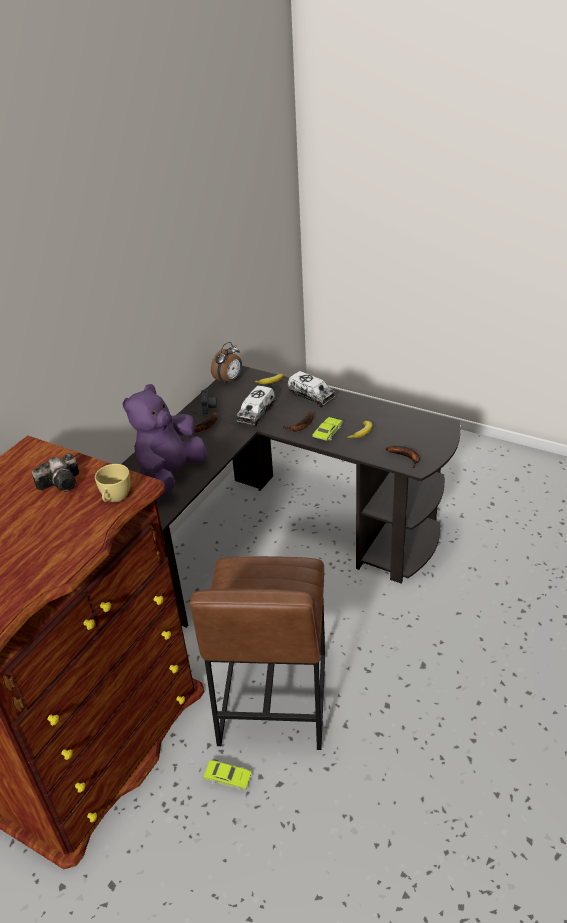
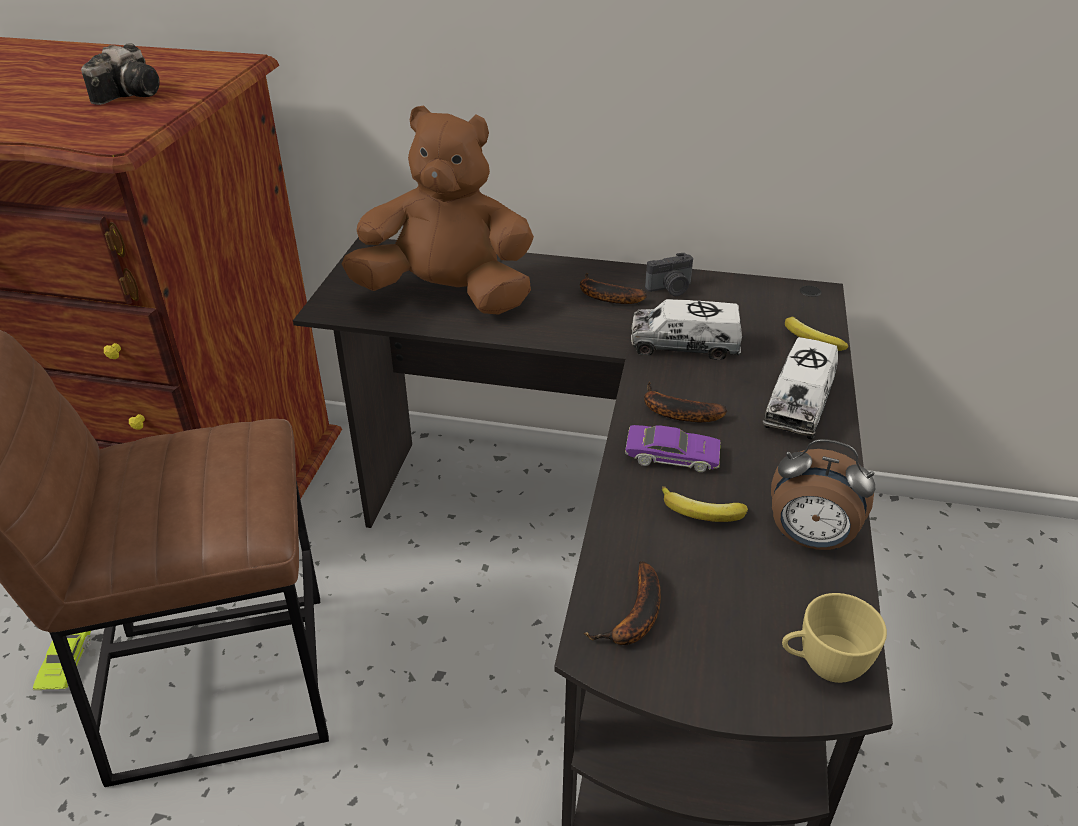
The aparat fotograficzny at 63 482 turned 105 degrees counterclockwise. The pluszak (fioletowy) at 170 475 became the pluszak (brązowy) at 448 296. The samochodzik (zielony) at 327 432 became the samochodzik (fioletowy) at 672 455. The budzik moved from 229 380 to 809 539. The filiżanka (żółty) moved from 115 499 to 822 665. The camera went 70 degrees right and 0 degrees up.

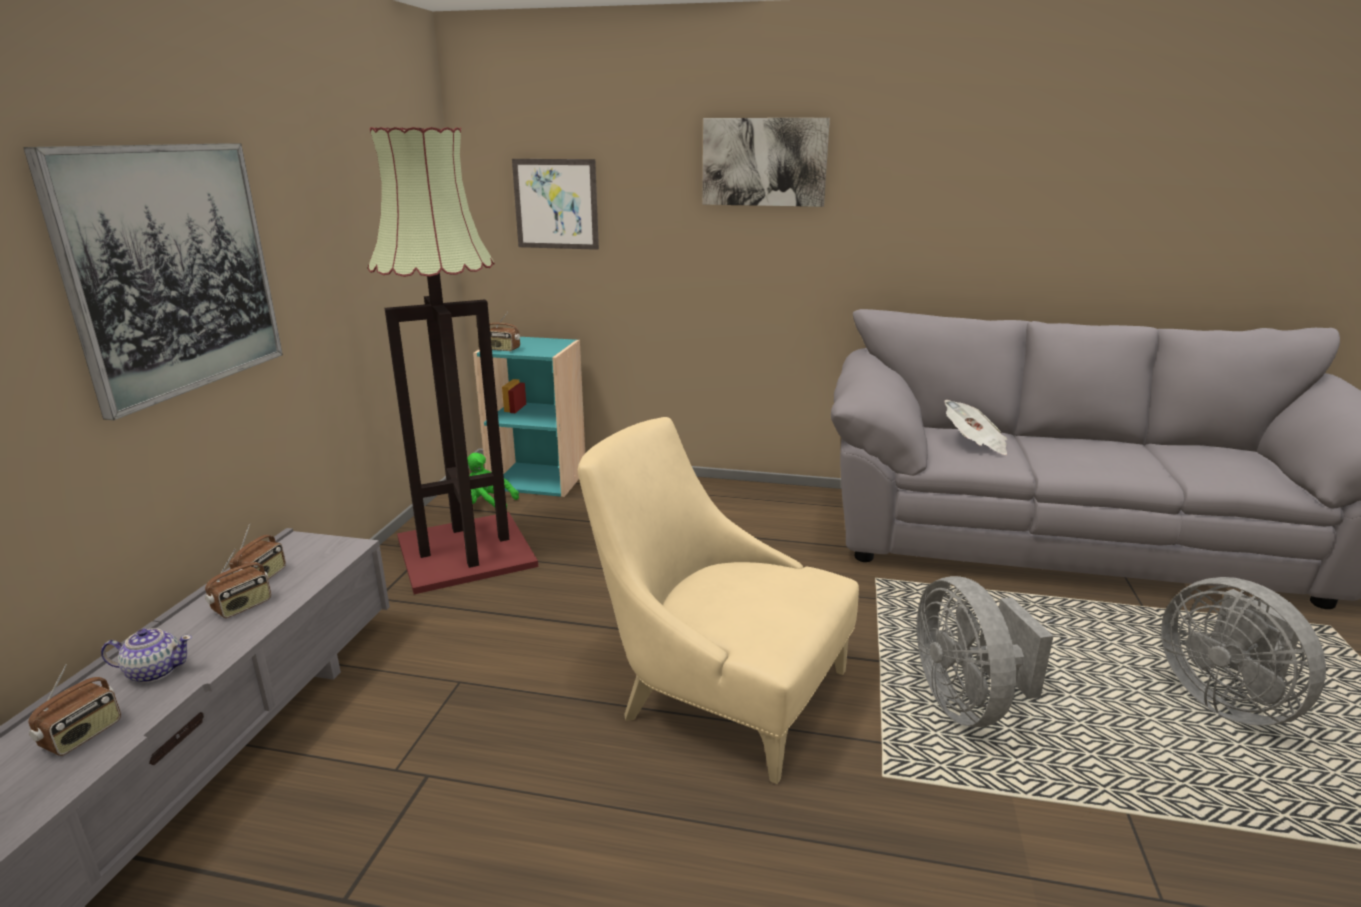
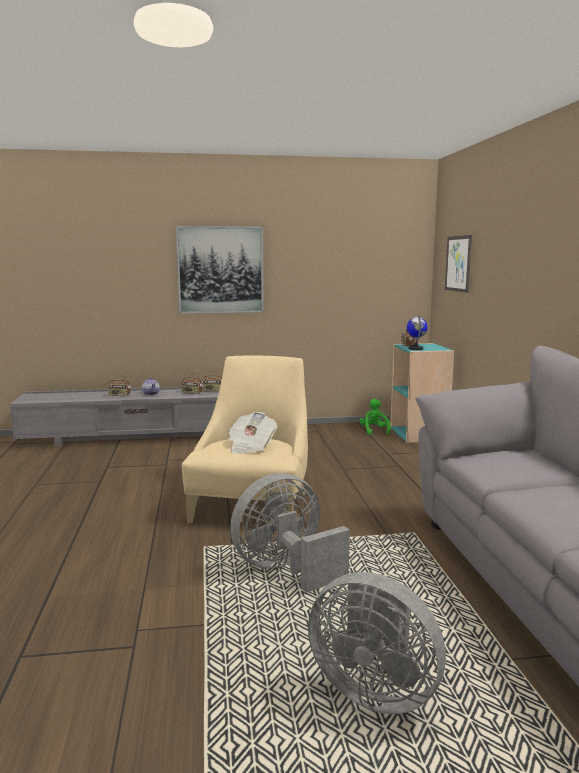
The gazeta moved from 975 444 to 250 446. The wentylator (szary) at 1225 700 turned 105 degrees counterclockwise. The globus at 415 349 appeared. The lampa stojąca at 467 551 disappeared. The obraz at 764 162 disappeared. The camera went 70 degrees right and 10 degrees down.

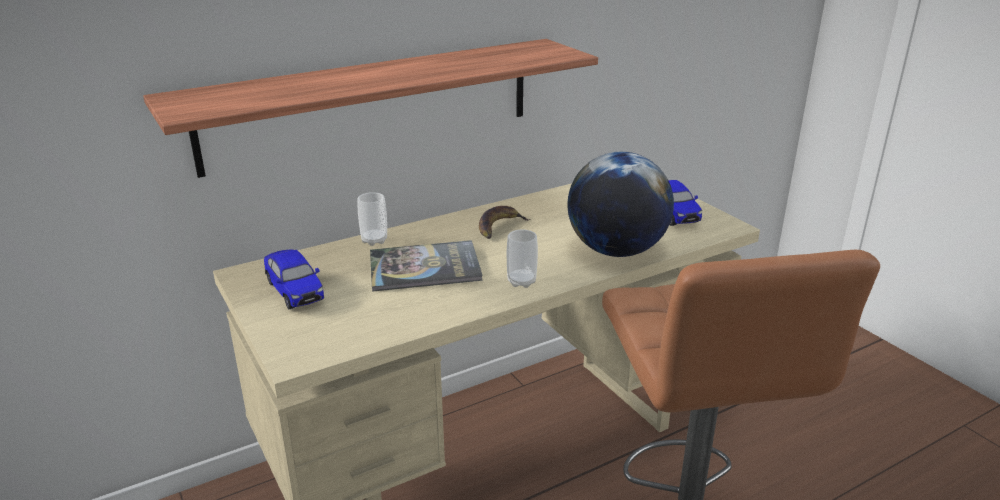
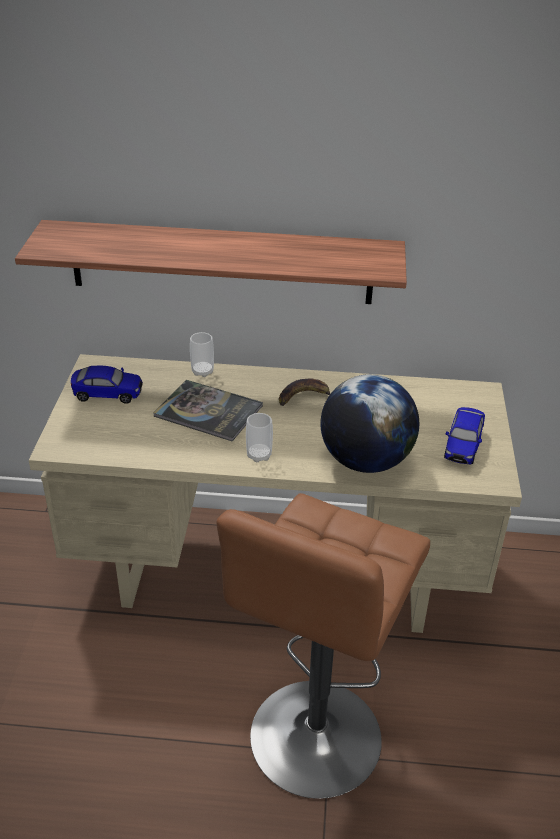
The samochodzik at 295 292 turned 90 degrees counterclockwise. The camera went 35 degrees right and 10 degrees up.

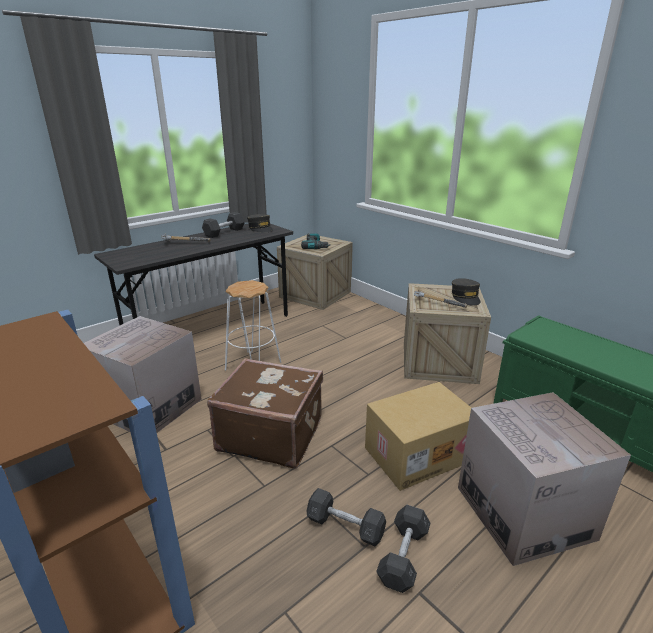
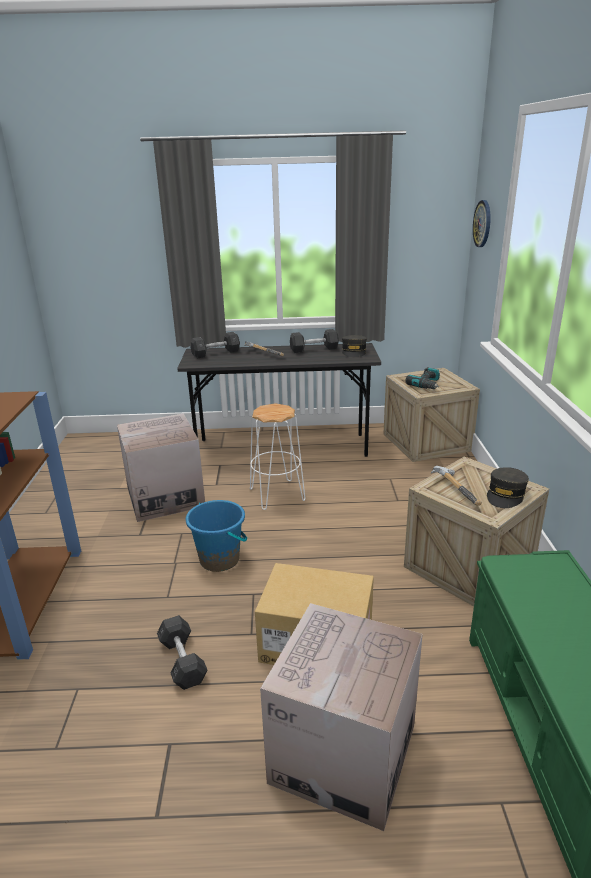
The walizka (brązowy) at 271 434 was replaced by the wiadro (niebieski) at 220 559. The hantel (szary) moved from 403 556 to 216 353. The zegar ścienny at 482 223 appeared. The camera went 40 degrees right and 0 degrees up.

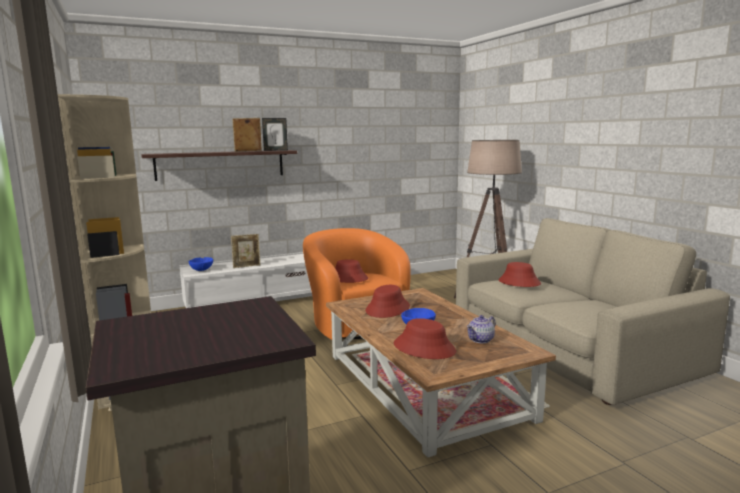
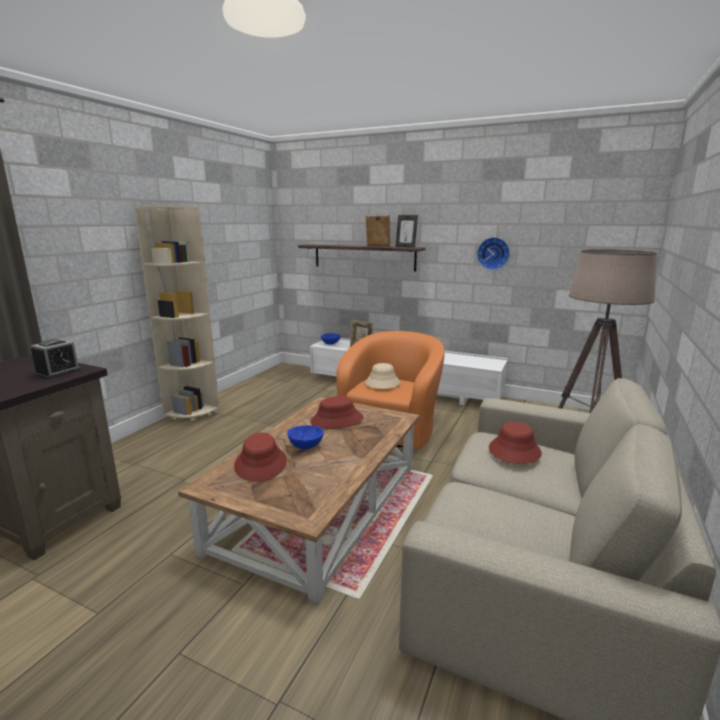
The budzik at 58 372 appeared. The kapelusz (czerwony) at 348 279 became the kapelusz (beżowy) at 382 383. The zegar ścienny at 493 253 appeared. The imbryk at 481 340 disappeared. The camera went 50 degrees right and 5 degrees up.

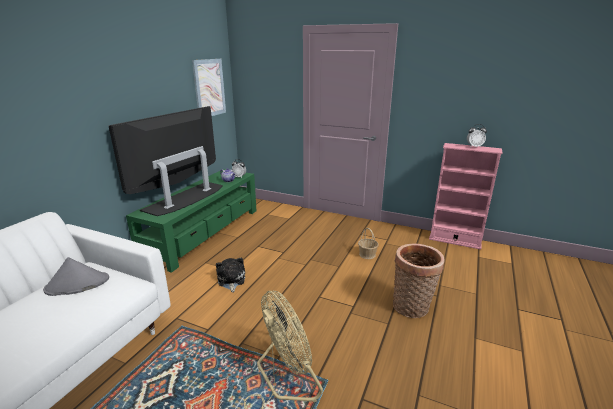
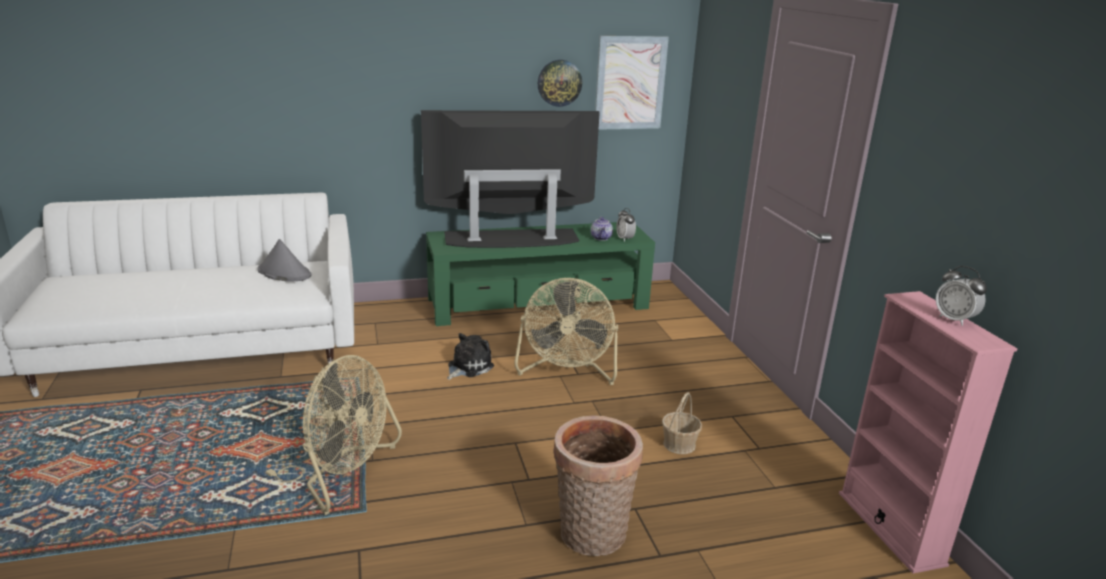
The wentylator (beżowy) at 564 369 appeared. The zegar ścienny at 559 83 appeared. The camera went 50 degrees right and 0 degrees up.

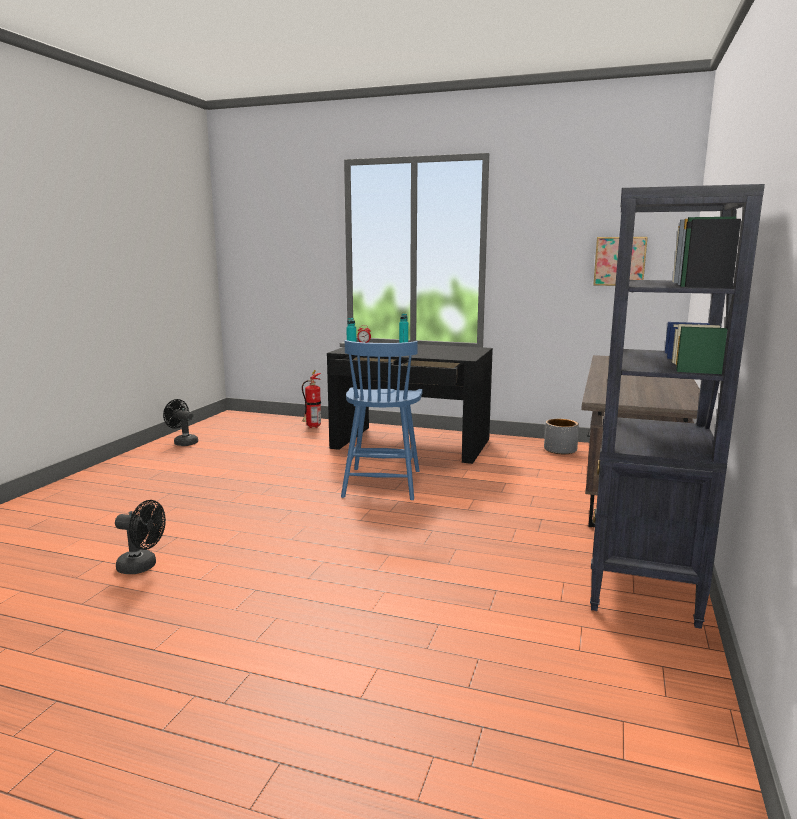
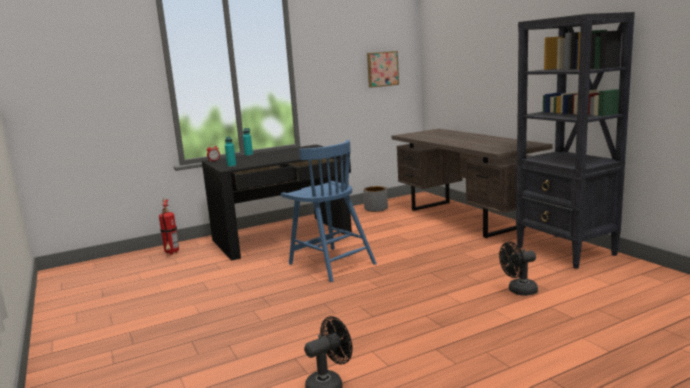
The wentylator (czarny) moved from 183 442 to 518 291. The camera went 45 degrees left and 0 degrees up.

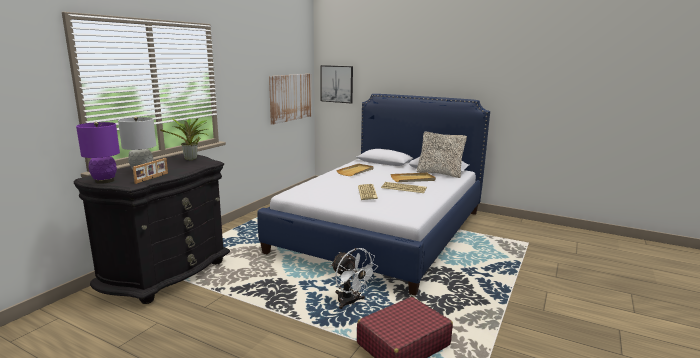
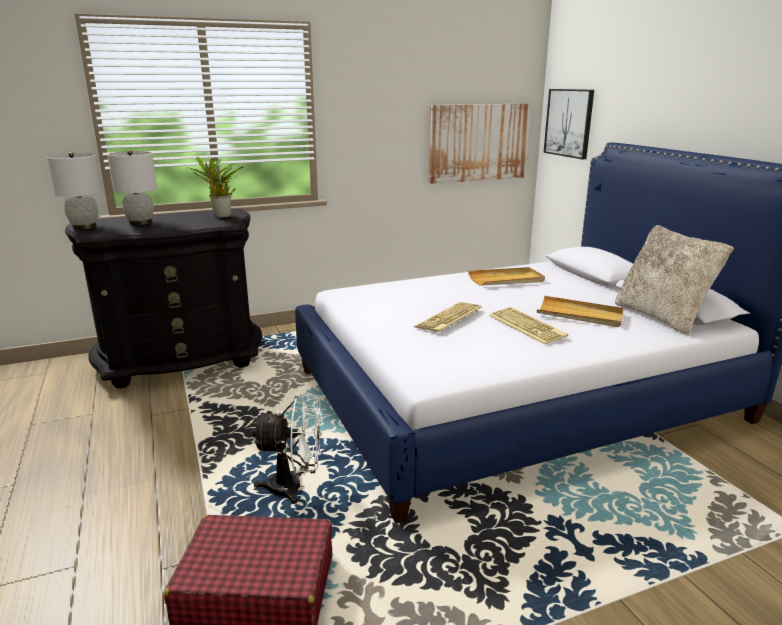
The lampa stołowa (fioletowy) at 104 181 became the lampa stołowa (biały) at 84 227. The wentylator (biały) at 350 303 turned 90 degrees counterclockwise. The ramka na zdjęcie at 152 178 disappeared. The camera went 40 degrees right and 5 degrees up.

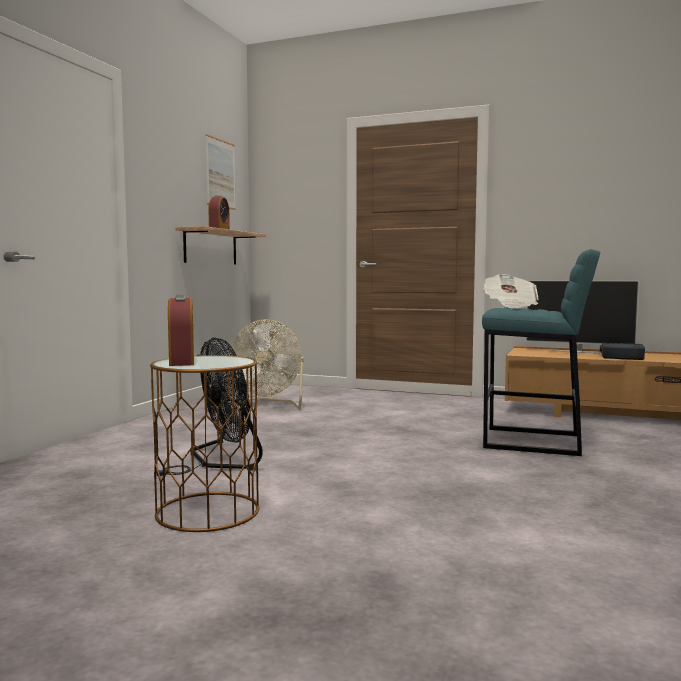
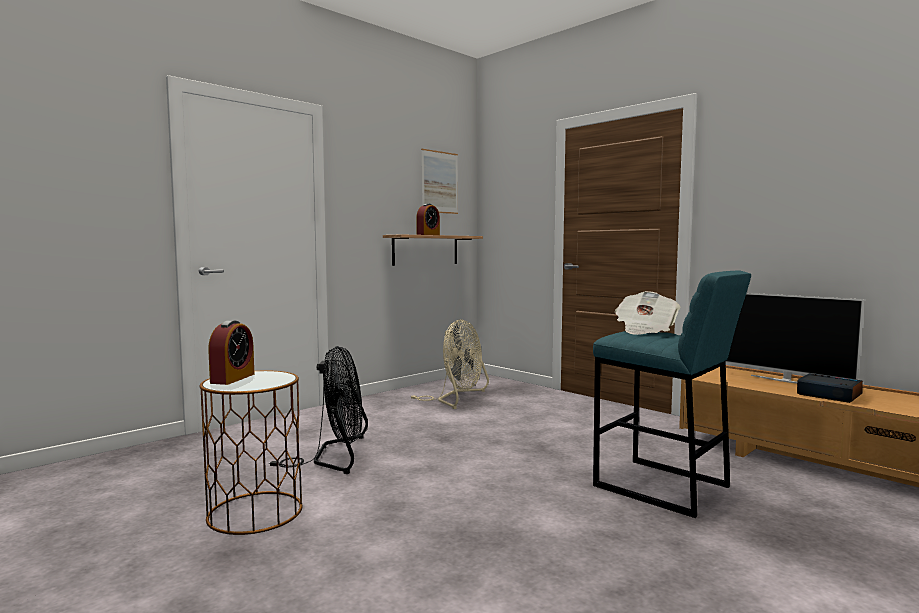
The wentylator (beżowy) at 266 403 turned 105 degrees counterclockwise. The camera went 25 degrees right and 0 degrees up.

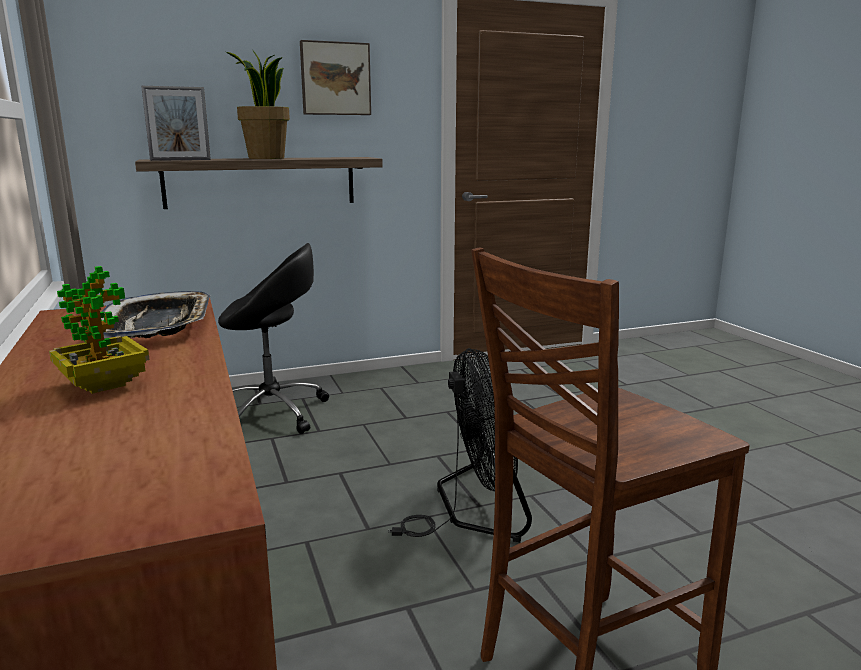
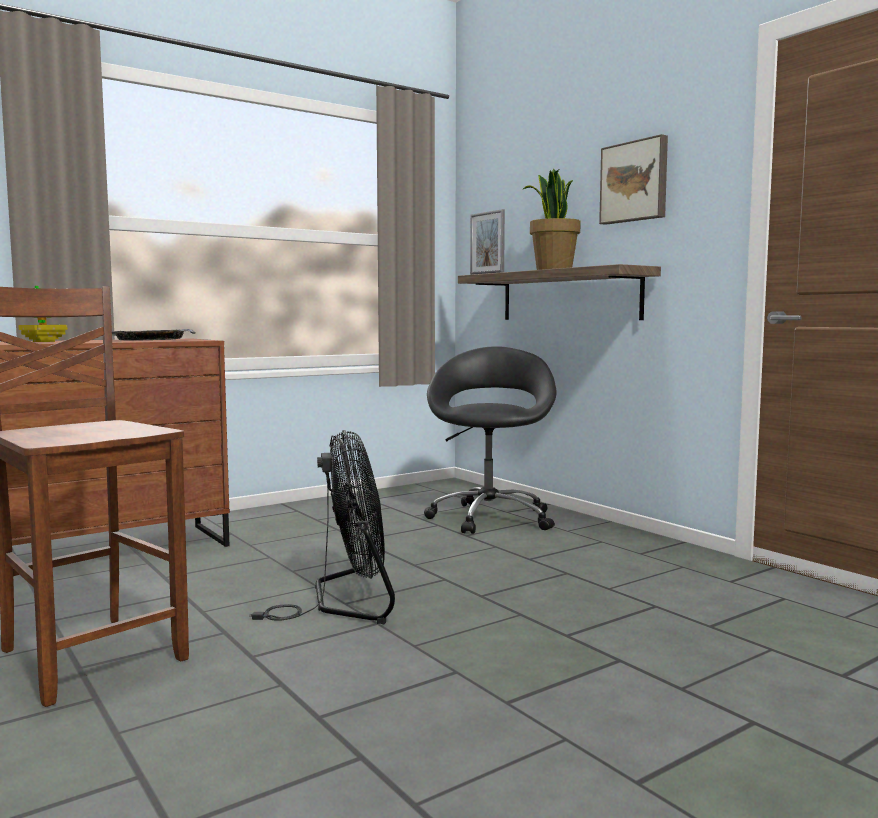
The wentylator (czarny) at 467 506 turned 75 degrees counterclockwise. The krzesło biurowe (czarny) at 274 413 turned 150 degrees counterclockwise. The camera went 75 degrees right and 10 degrees down.

